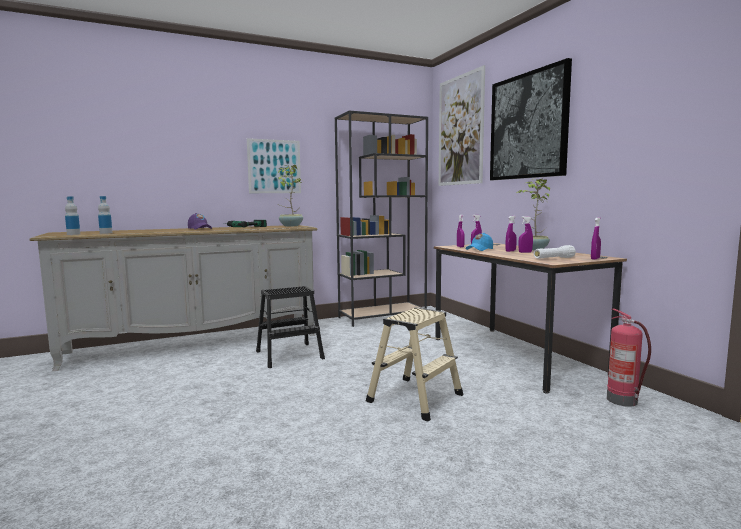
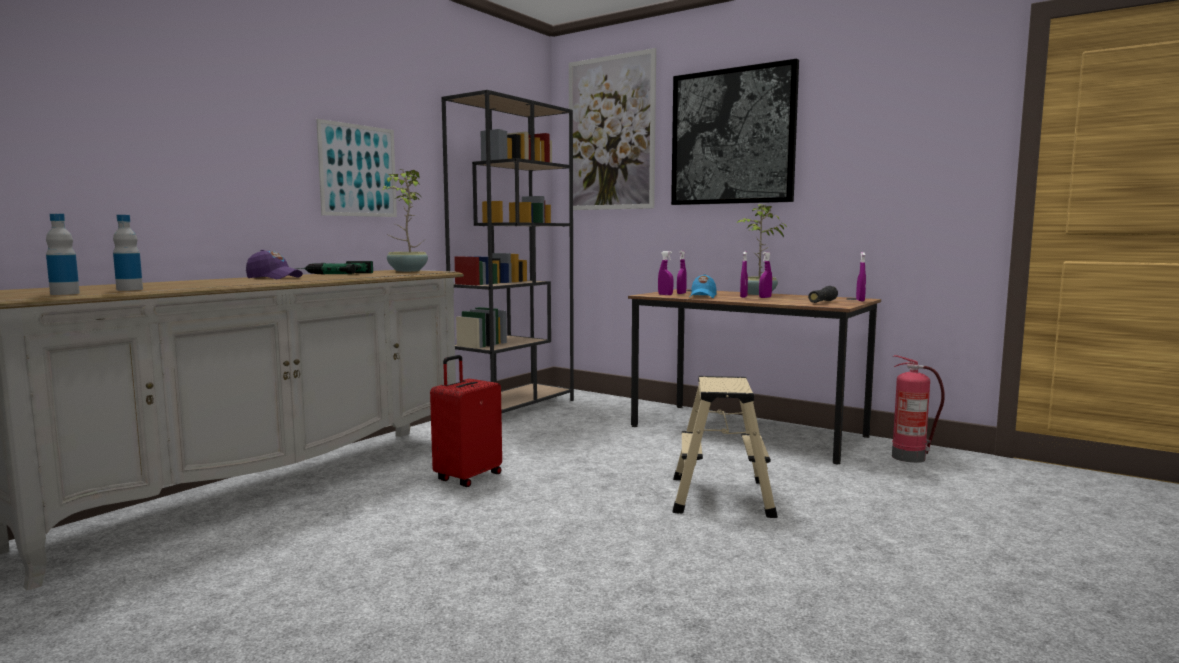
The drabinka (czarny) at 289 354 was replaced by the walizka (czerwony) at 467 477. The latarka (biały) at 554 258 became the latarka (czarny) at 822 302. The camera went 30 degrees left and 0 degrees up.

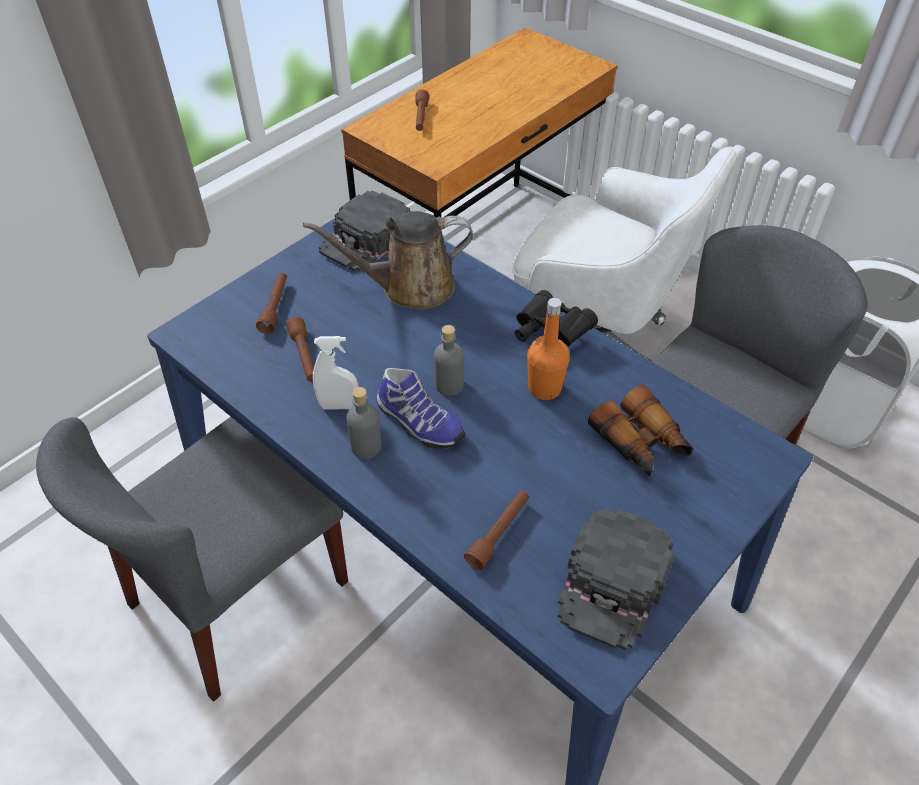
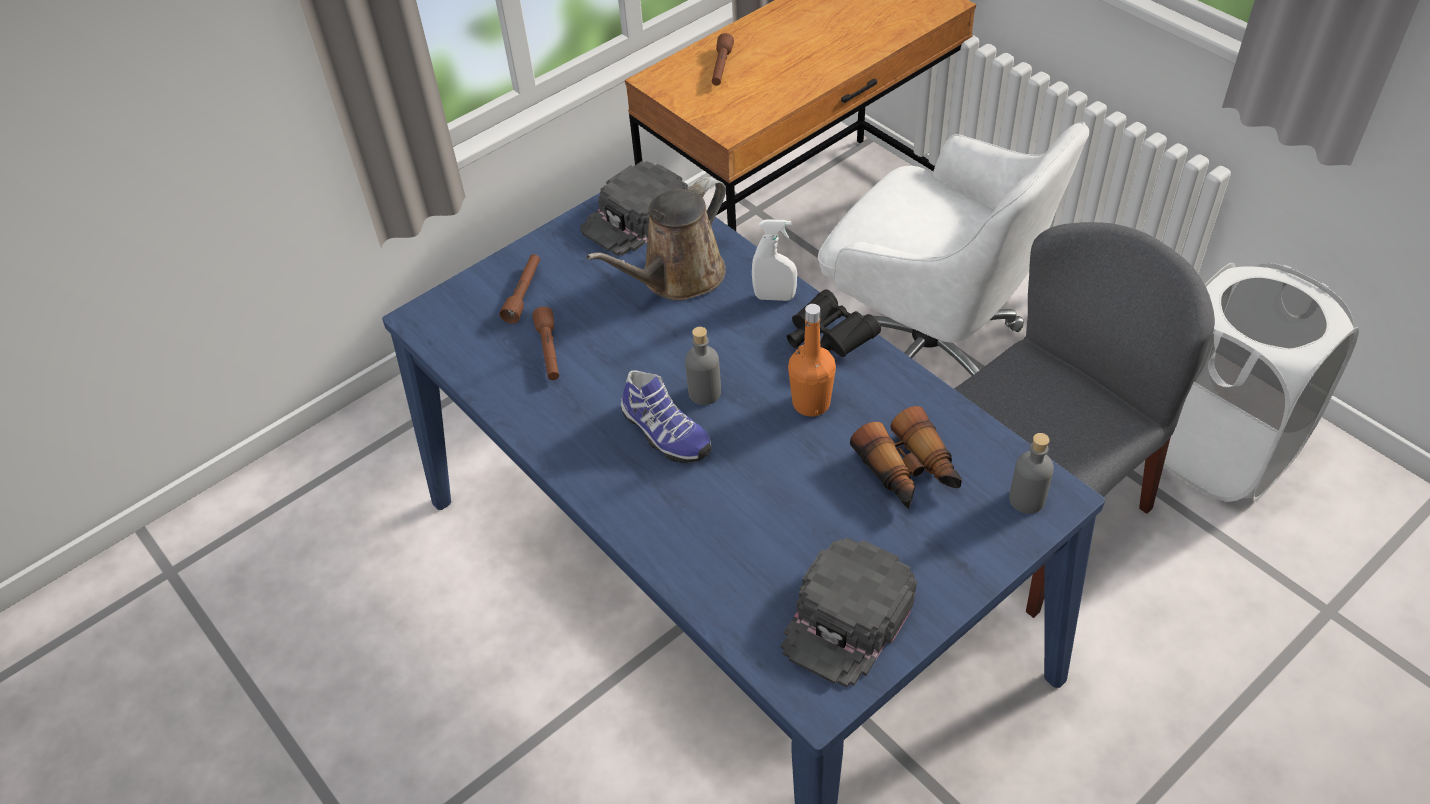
The konewka (brązowy) at 410 287 turned 45 degrees counterclockwise. The spryskiwacz (biały) moved from 339 405 to 774 297. The butelka (szary) moved from 366 446 to 1027 499. The krzesło (szary) at 238 594 disappeared. The latarka (brązowy) at 499 533 disappeared. The camera went 10 degrees right and 0 degrees up.

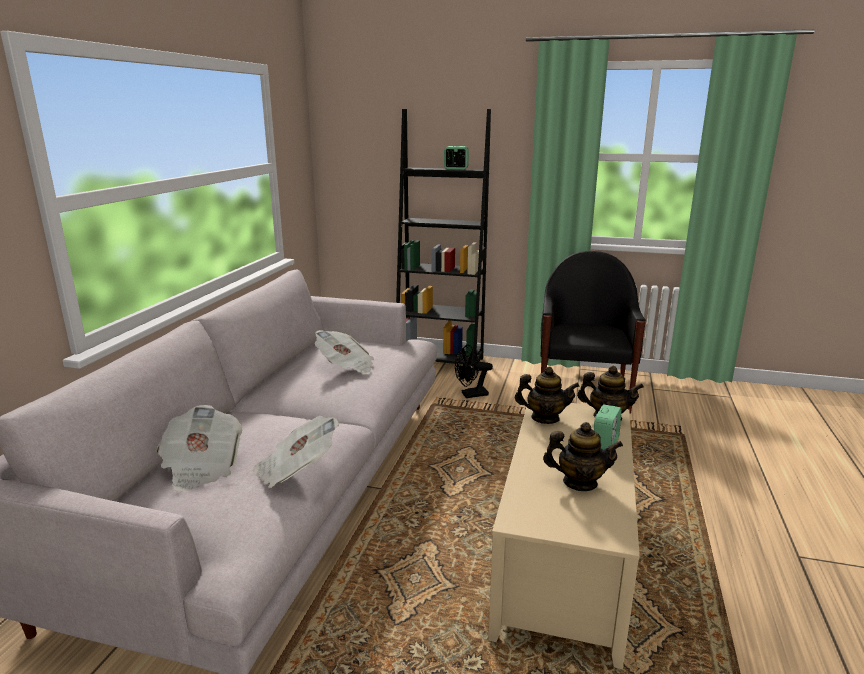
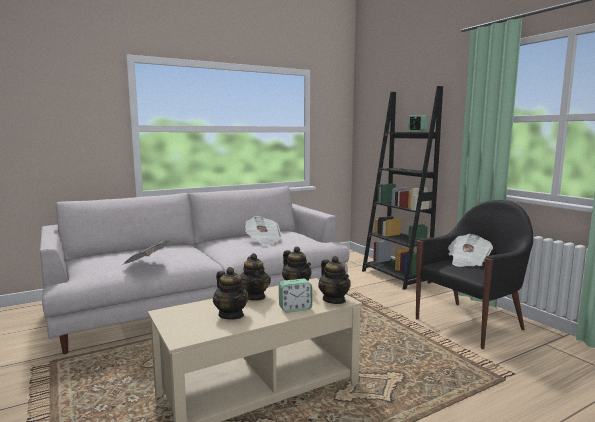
The imbryk at 254 296 appeared. The gazeta moved from 201 467 to 467 262. The wentylator (czarny) at 471 395 disappeared. The camera went 45 degrees right and 10 degrees down.

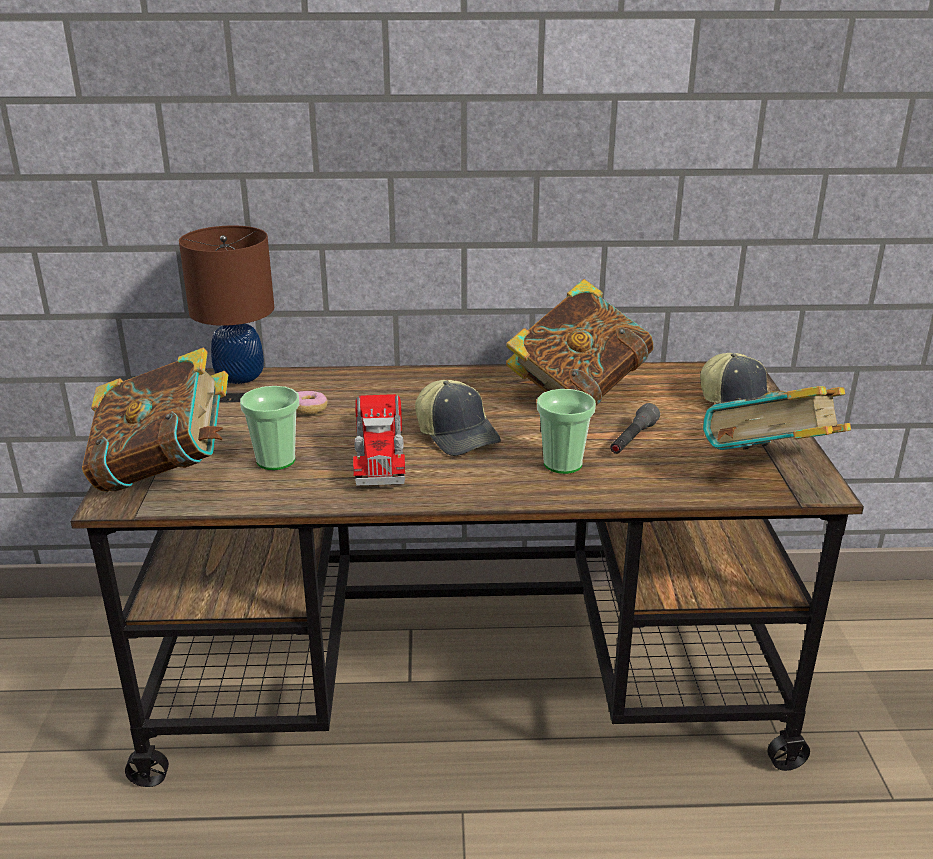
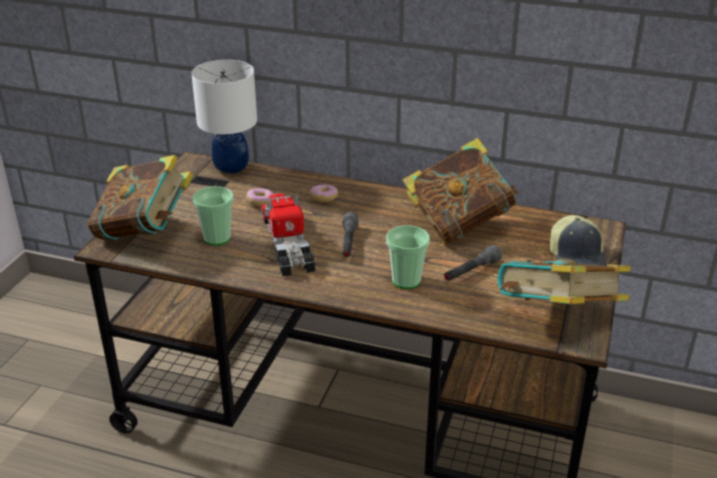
The lampa stołowa (brązowy) at 238 379 became the lampa stołowa (biały) at 230 169. The ciężarówka zabawkowa at 379 450 turned 150 degrees clockwise. The donut at 324 198 appeared. The czapka z daszkiem at 458 435 was replaced by the latarka (szary) at 348 242. The camera went 20 degrees right and 5 degrees up.

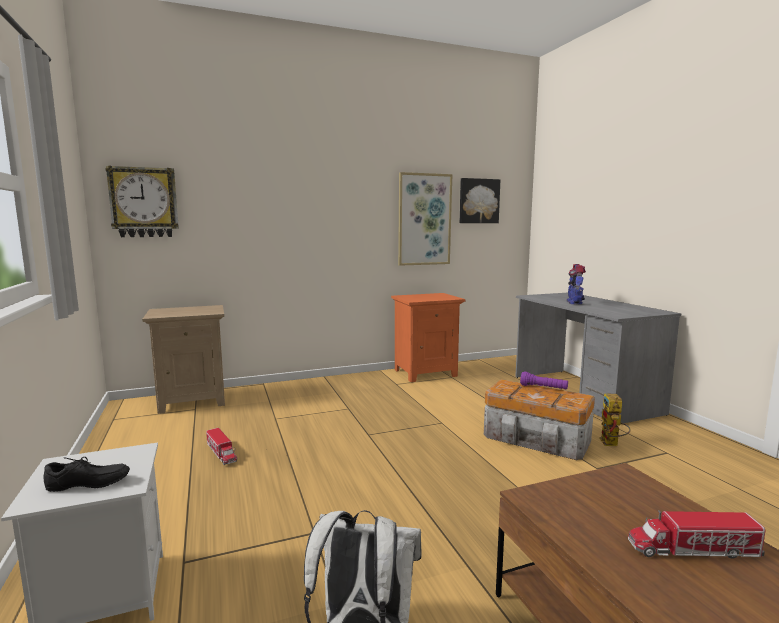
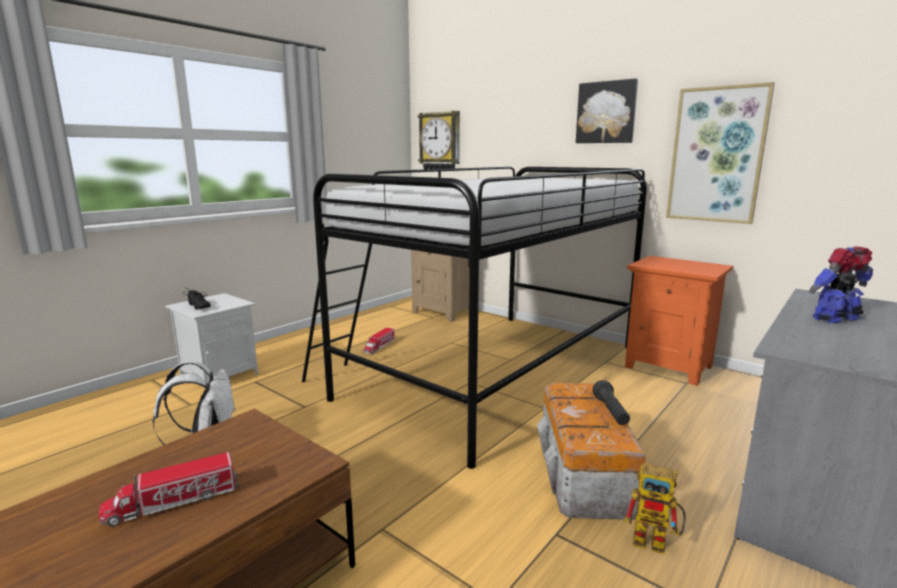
The ciężarówka zabawkowa at 693 549 turned 90 degrees counterclockwise. The łóżko (czarny) at 491 371 appeared. The obraz moved from 478 201 to 606 112. The latarka (fioletowy) at 543 388 became the latarka (czarny) at 611 412. The robot zabawkowy at 612 444 turned 135 degrees counterclockwise. The camera went 60 degrees right and 5 degrees up.

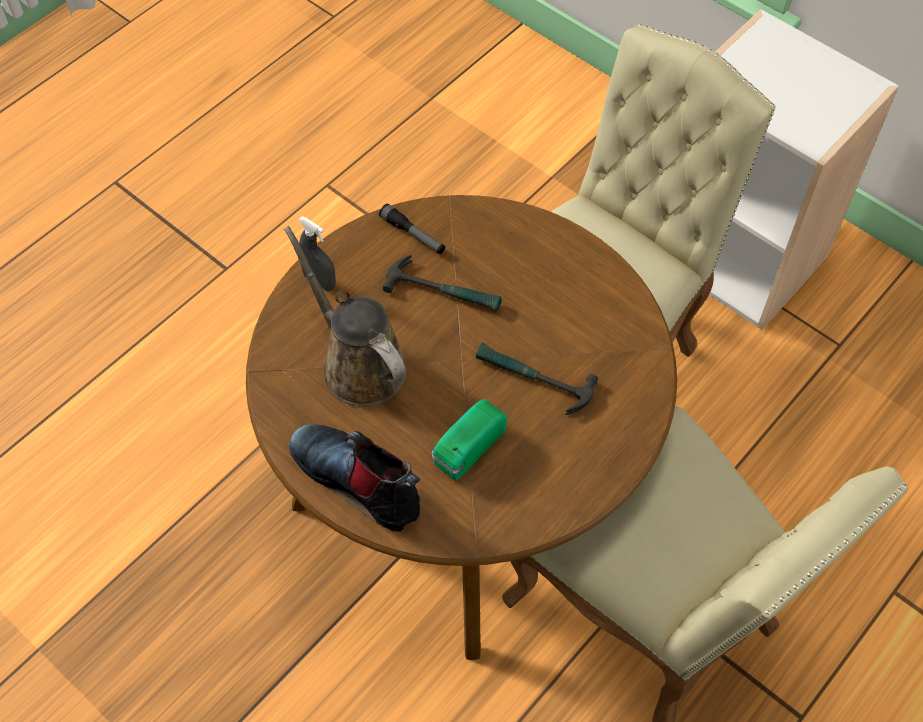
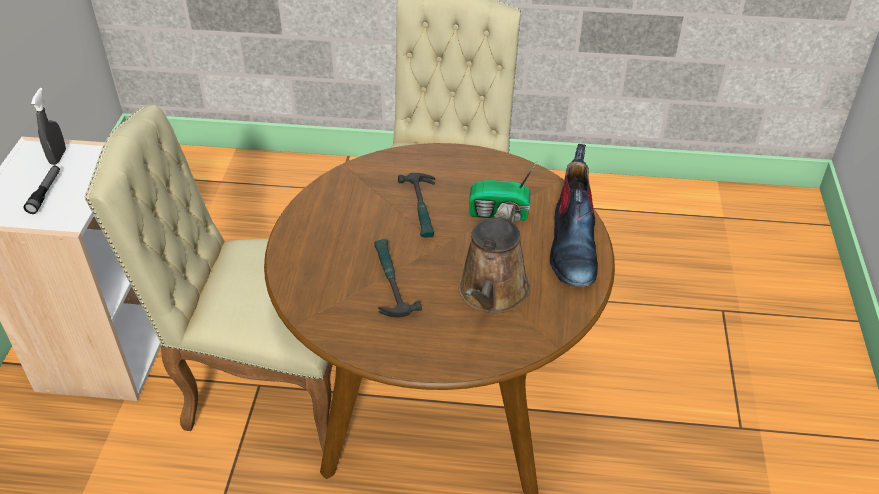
The latarka moved from 413 234 to 45 193. The spryskiwacz (szary) moved from 319 281 to 58 157. The camera went 125 degrees left and 15 degrees down.

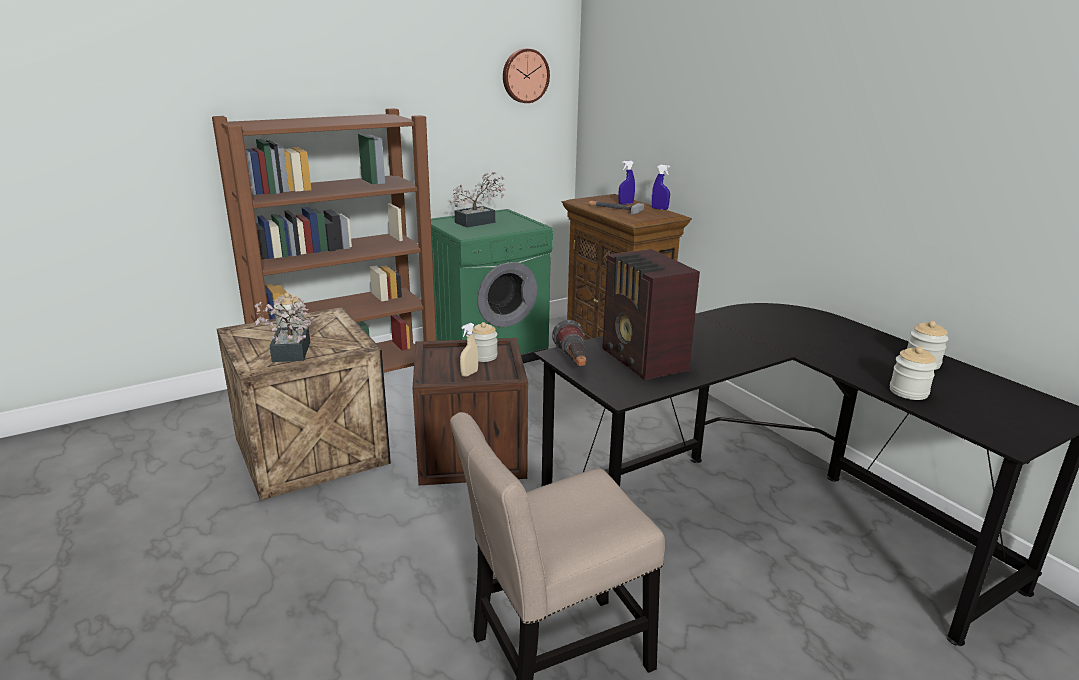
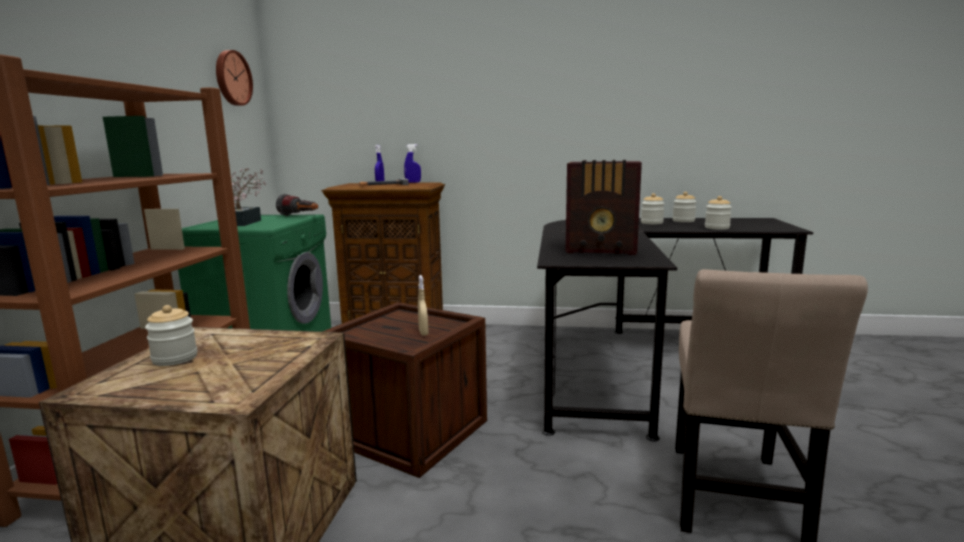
The latarka moved from 573 362 to 300 216. The słoik moved from 484 356 to 651 223. The roślina doniczkowa at 289 354 disappeared. The camera went 50 degrees left and 10 degrees down.

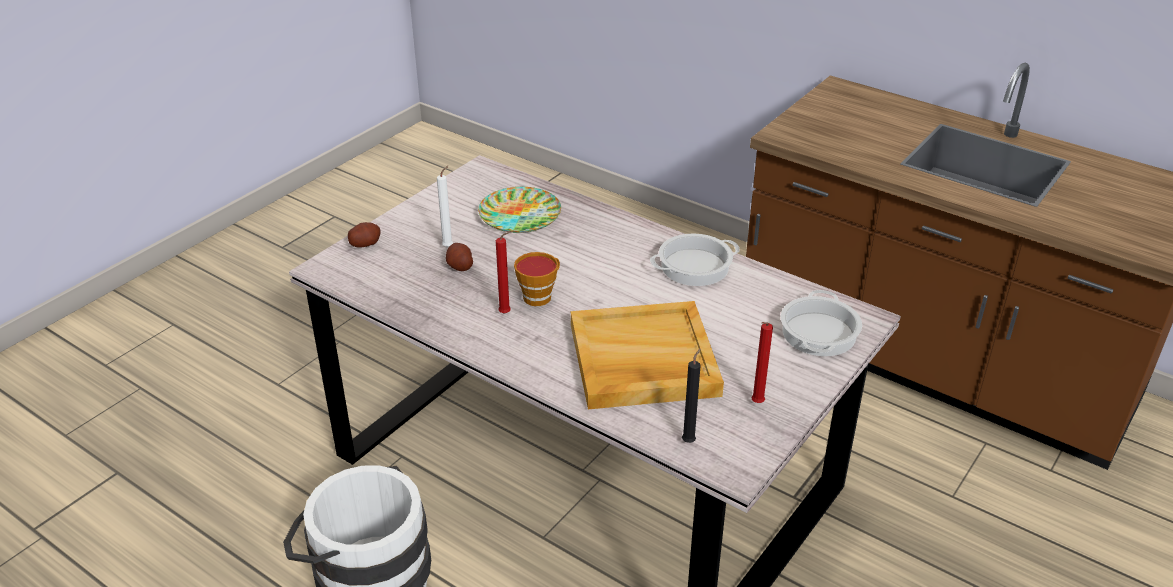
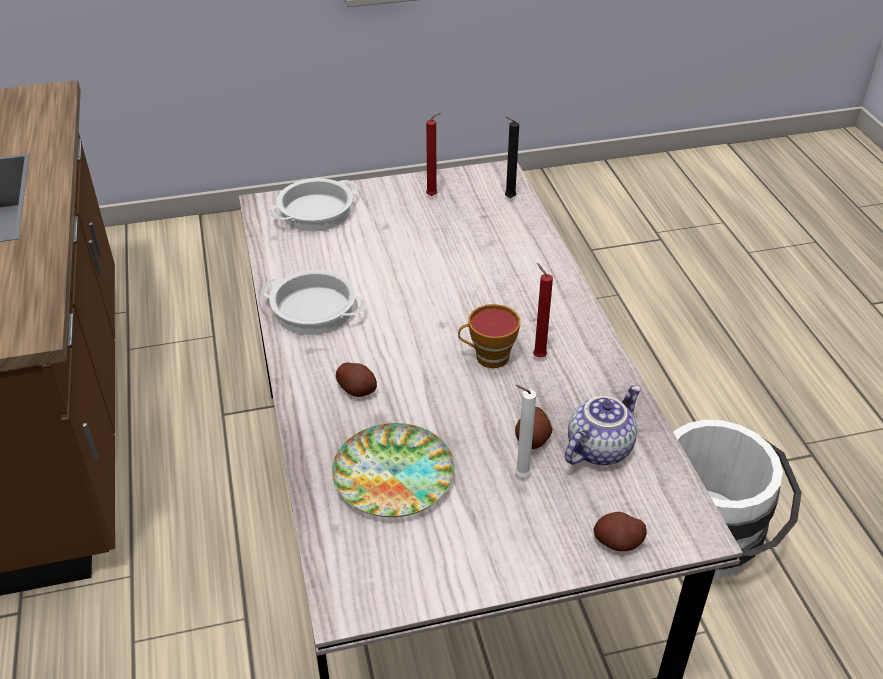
The ziemniak at 357 389 appeared. The imbryk at 598 447 appeared. The taca (beżowy) at 642 360 disappeared. The camera went 140 degrees left and 5 degrees up.

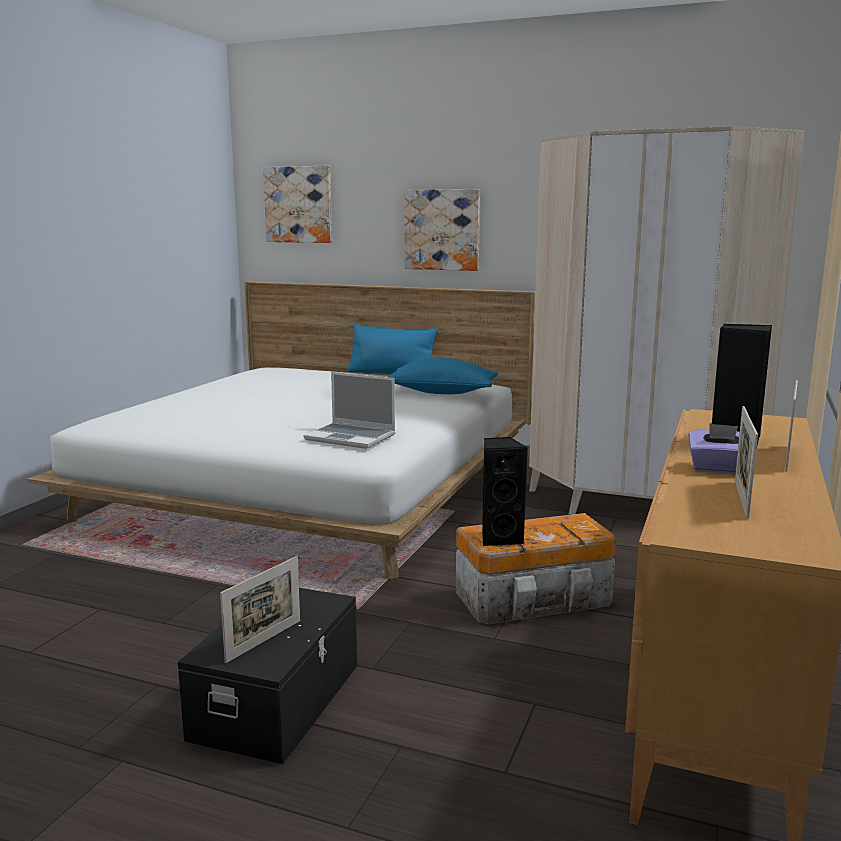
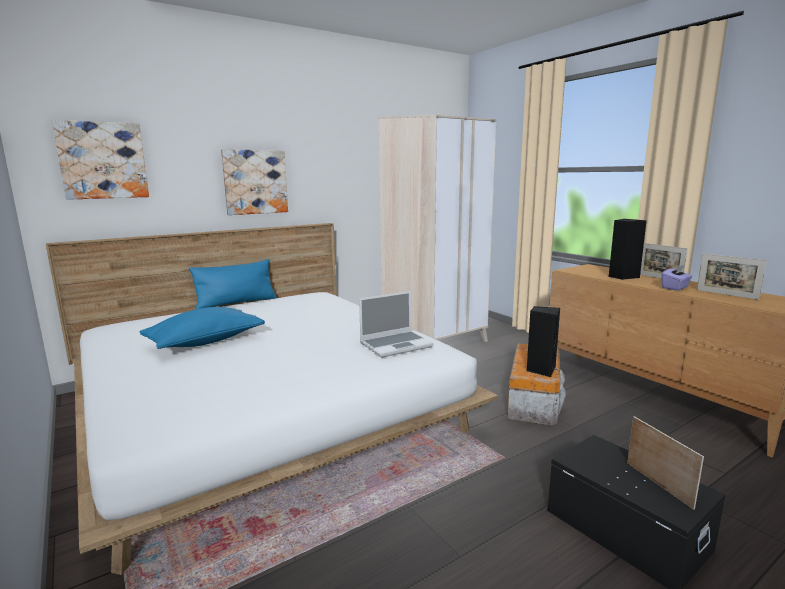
The poduszka (niebieski) moved from 442 392 to 205 342. The camera went 55 degrees left and 0 degrees up.

